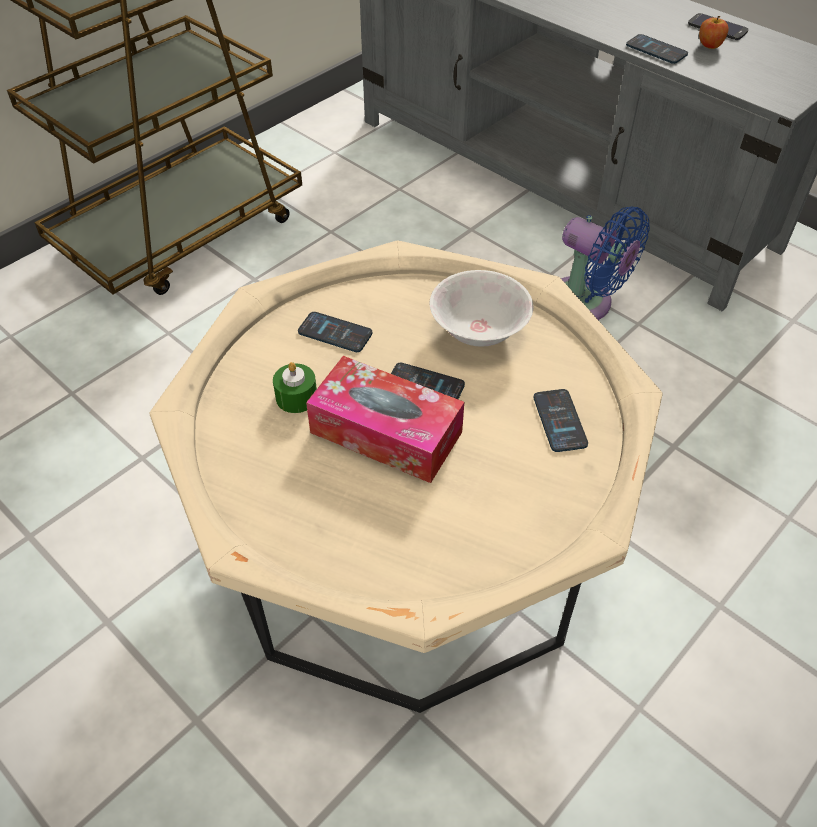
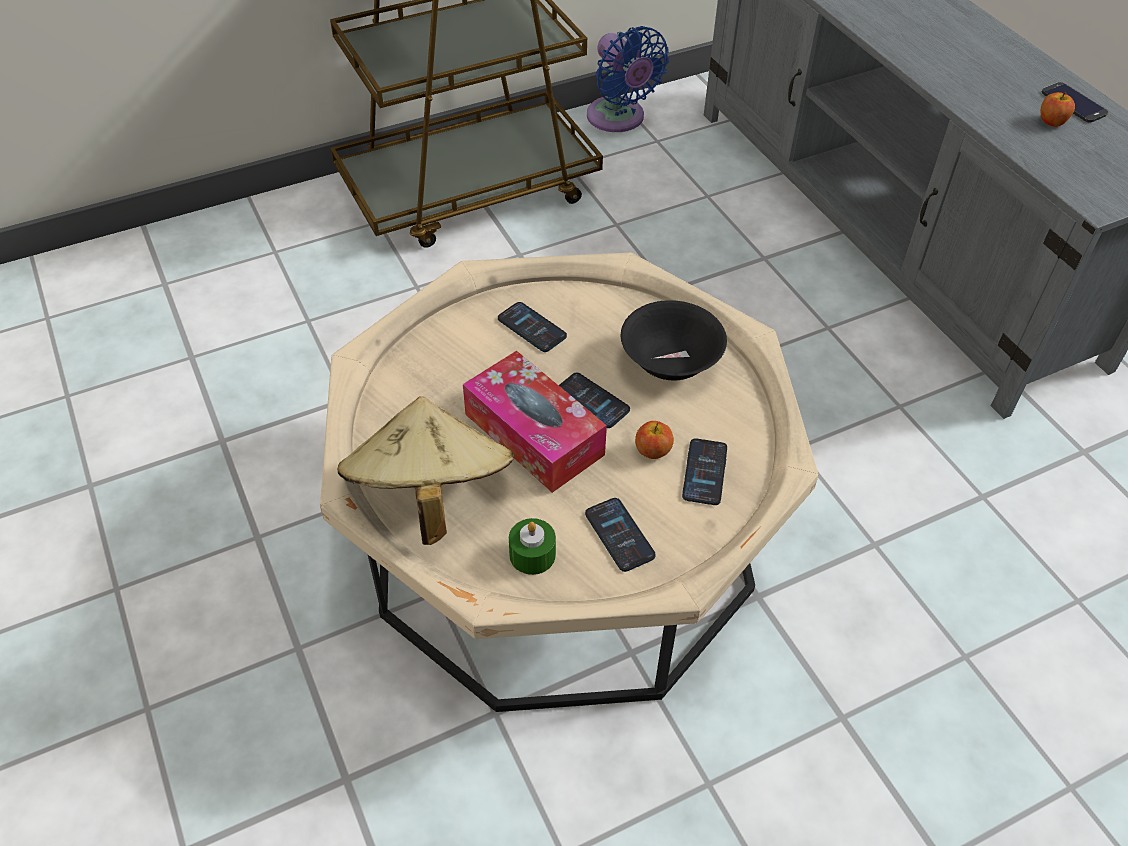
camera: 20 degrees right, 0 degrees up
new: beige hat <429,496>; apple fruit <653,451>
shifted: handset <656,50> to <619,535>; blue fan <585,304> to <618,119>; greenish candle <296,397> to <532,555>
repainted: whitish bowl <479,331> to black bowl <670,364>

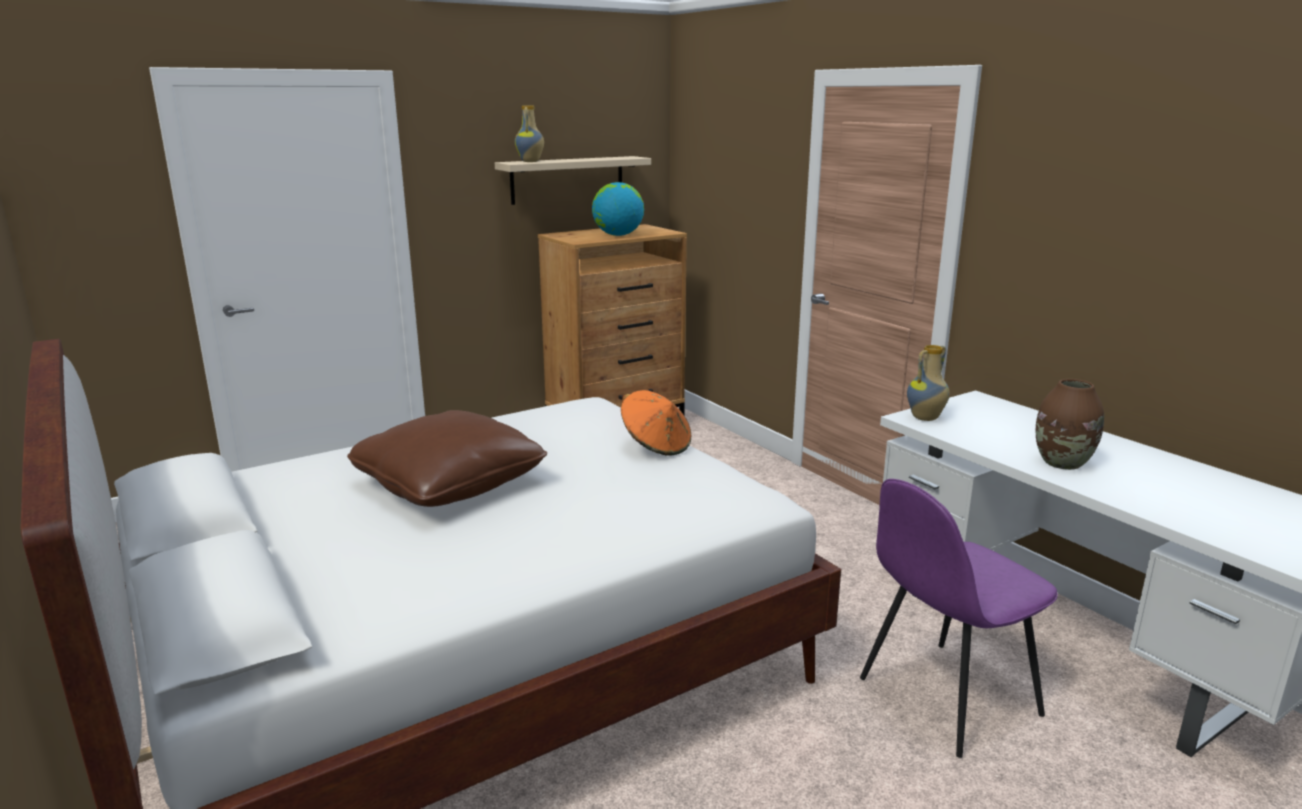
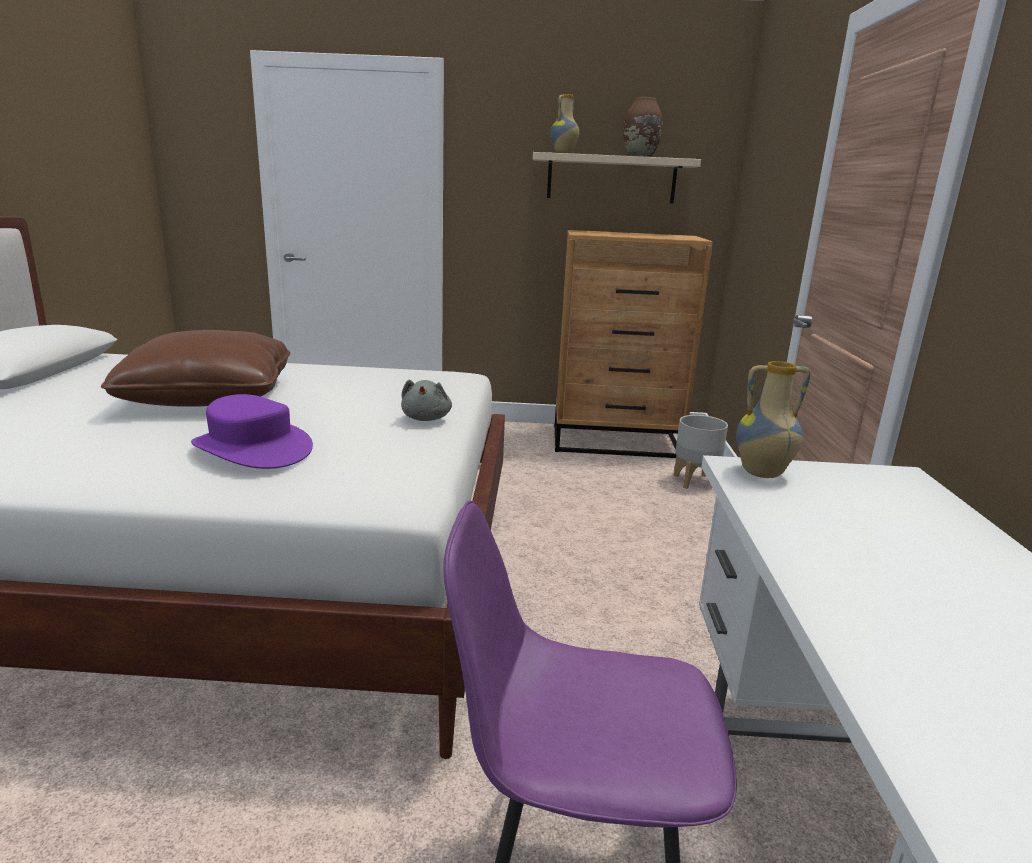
camera: 35 degrees right, 0 degrees up
gone: desk globe <618,235>
new: purple hat <251,448>; grey planter <695,481>
shifted: brown-coloured decorative vase <1062,463> to <639,156>
swapped: orange hat <656,445> to grey soft toy <426,418>

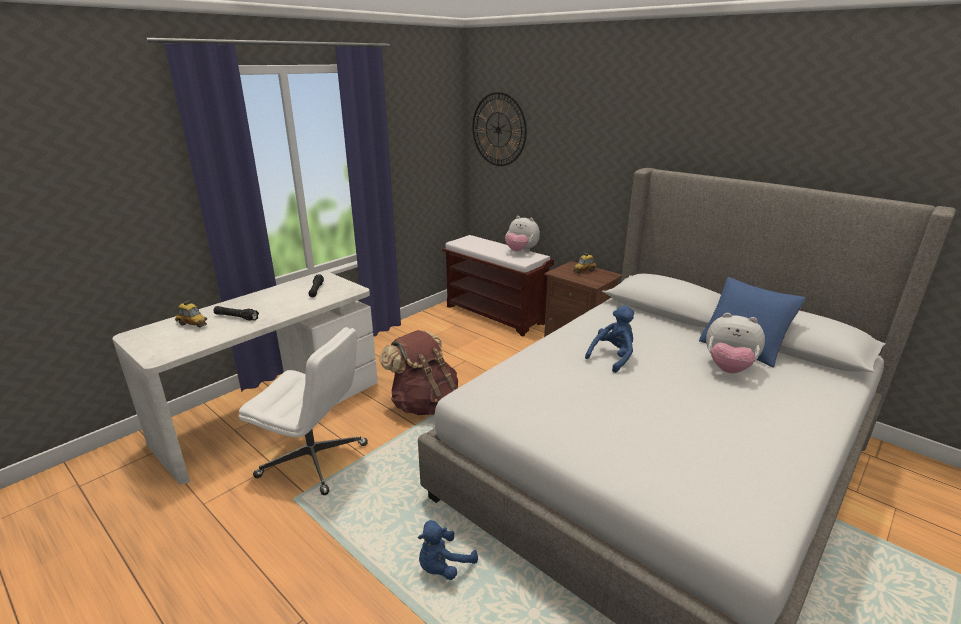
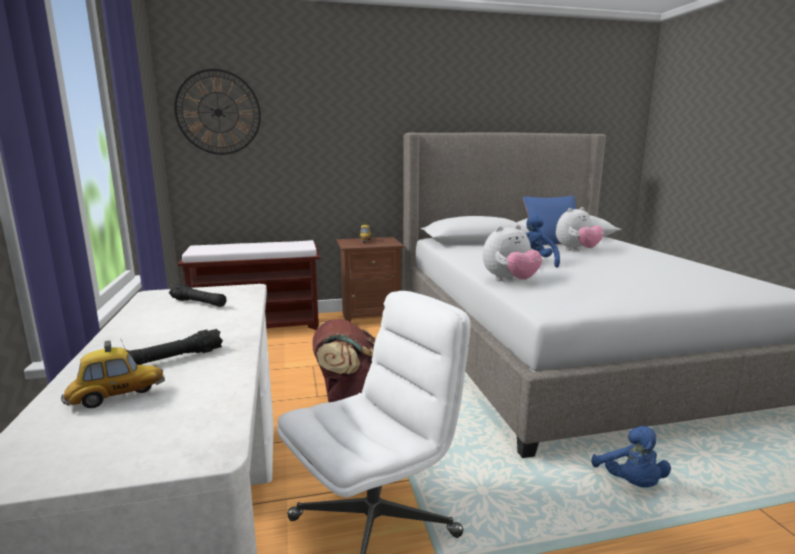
camera: 55 degrees left, 10 degrees down
shifted: soft toy <521,251> to <510,281>

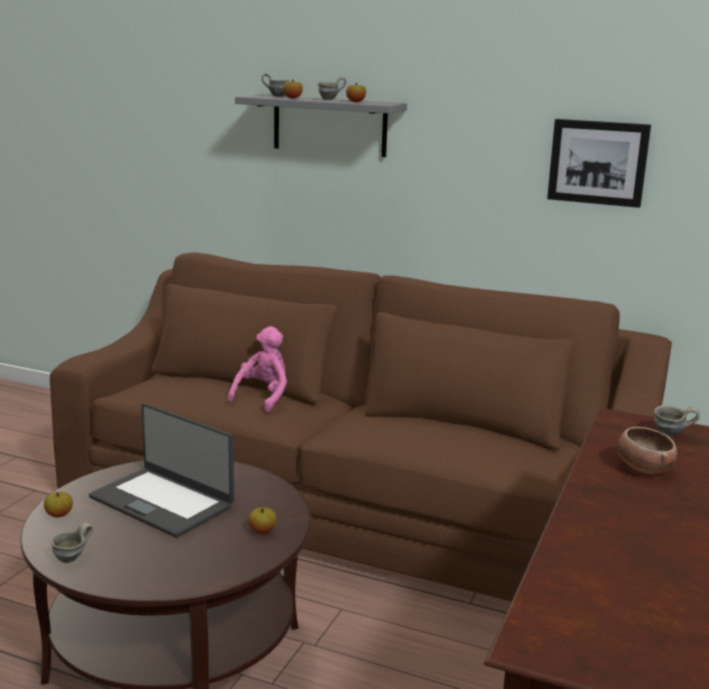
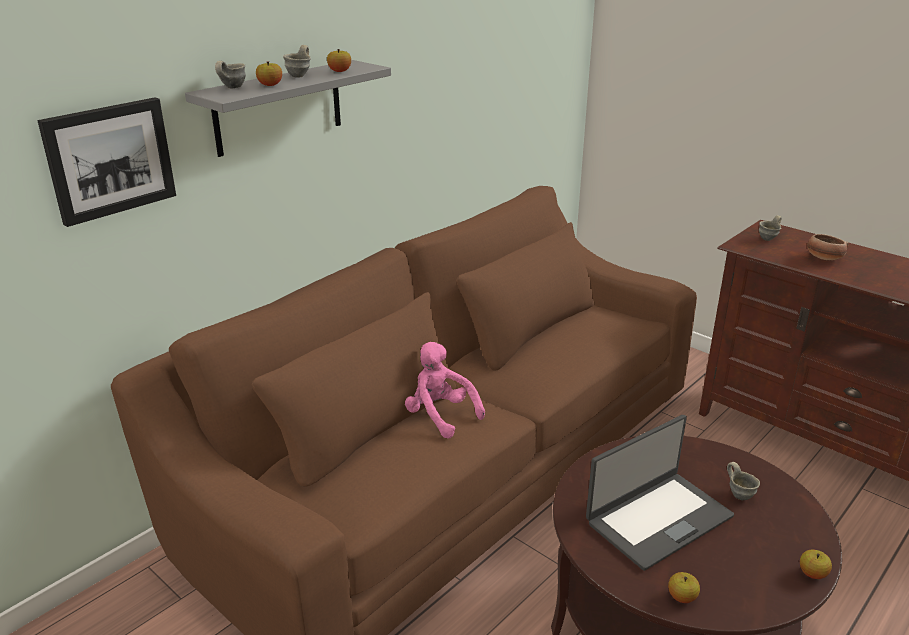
camera: 70 degrees left, 10 degrees up
shifted: wall art <598,162> to <109,159>; apple fruit <262,531> to <812,574>; grey mug <73,559> to <740,494>

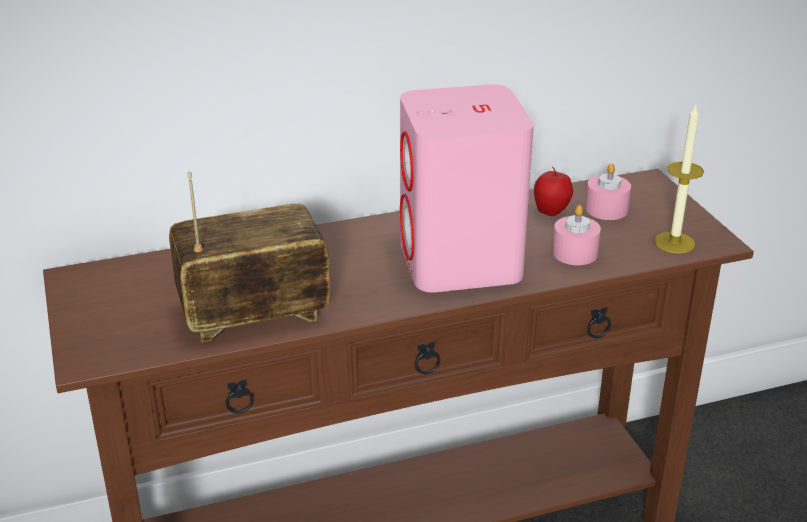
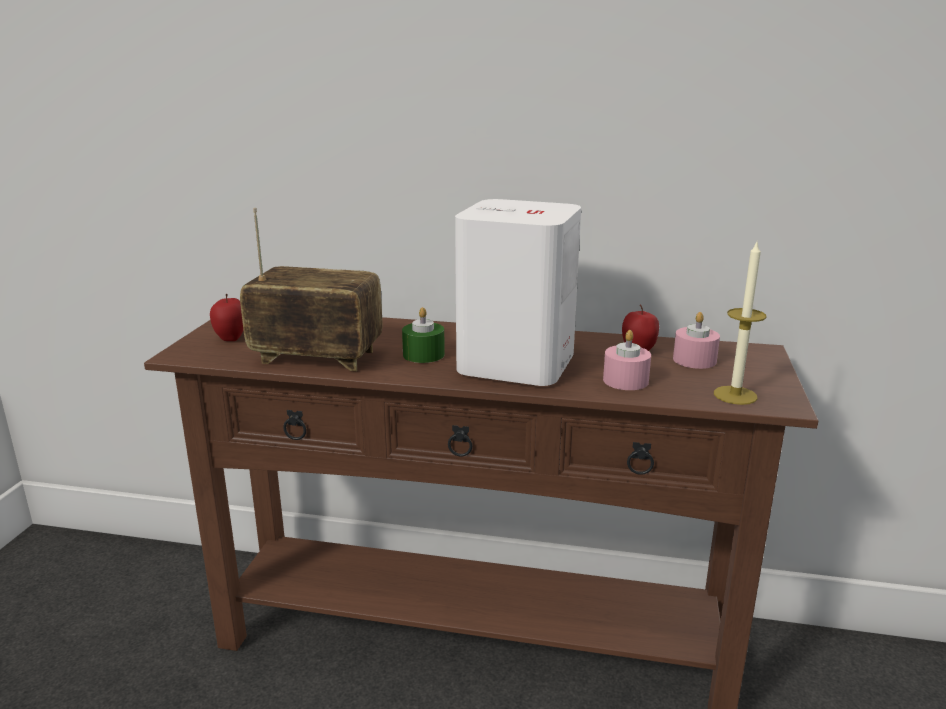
camera: 30 degrees right, 10 degrees down
new: apple fruit <231,338>; greenish candle <423,354>
repainted: pinkish audio speaker <460,262> to whitish audio speaker <515,364>

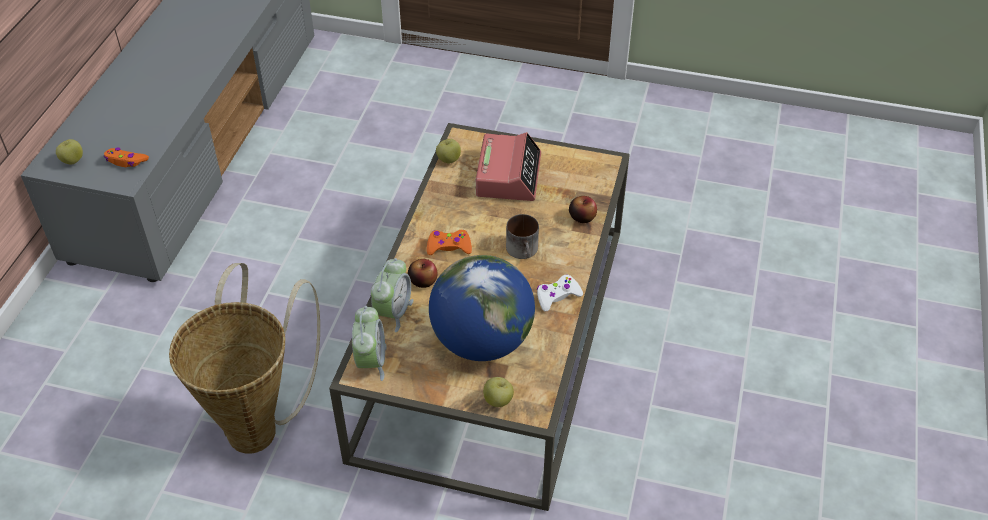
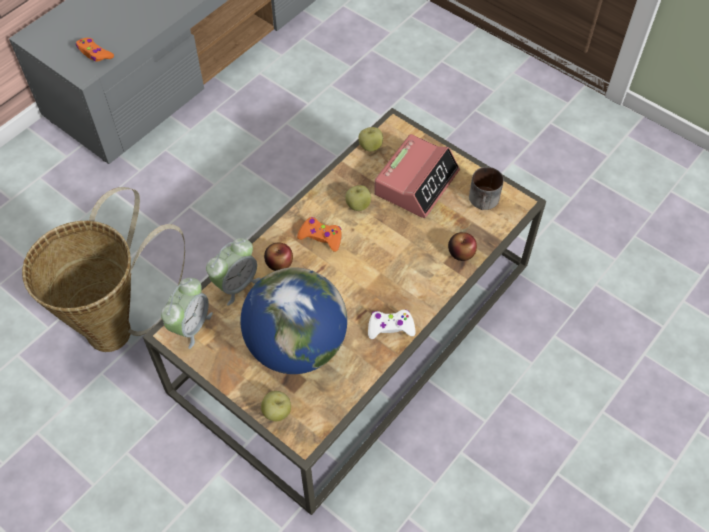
camera: 25 degrees right, 10 degrees up
shifted: apple fruit <72,161> to <358,205>; mug <524,250> to <484,201>

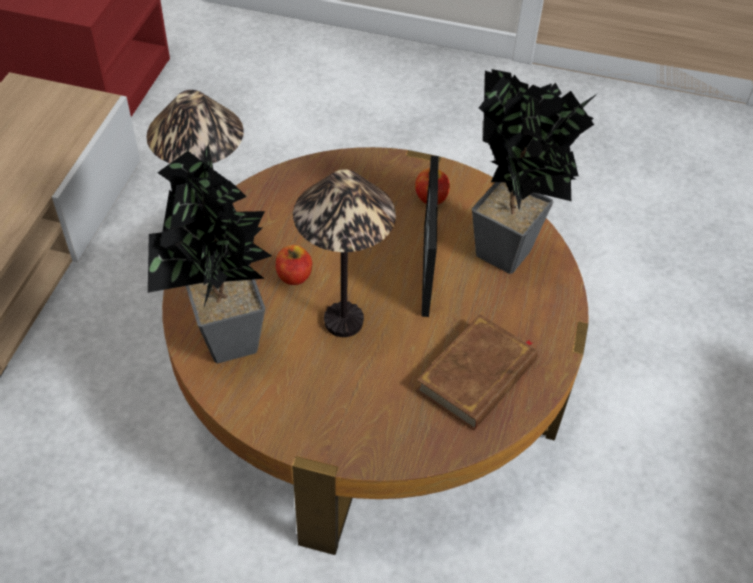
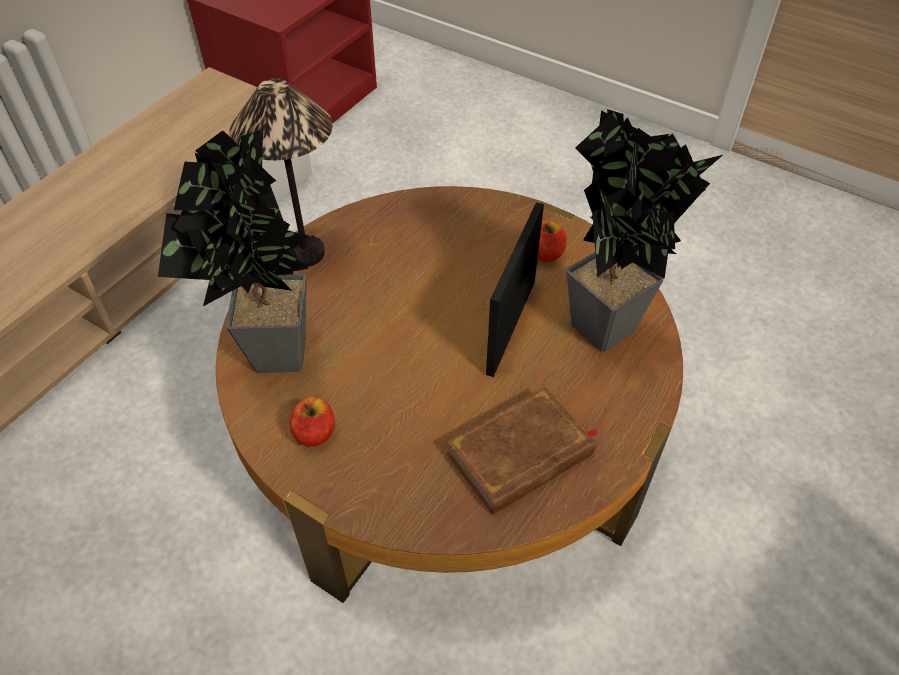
camera: 20 degrees right, 0 degrees up
gone: tabletop lamp <344,321>
shifted: apple fruit <294,276> to <315,433>

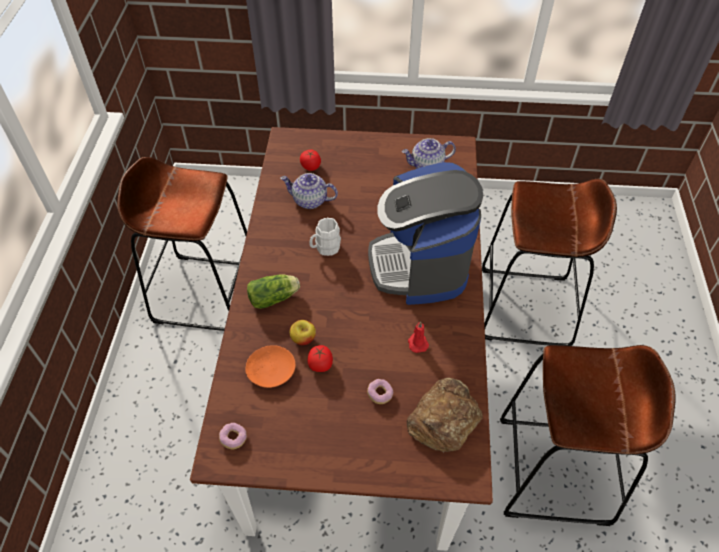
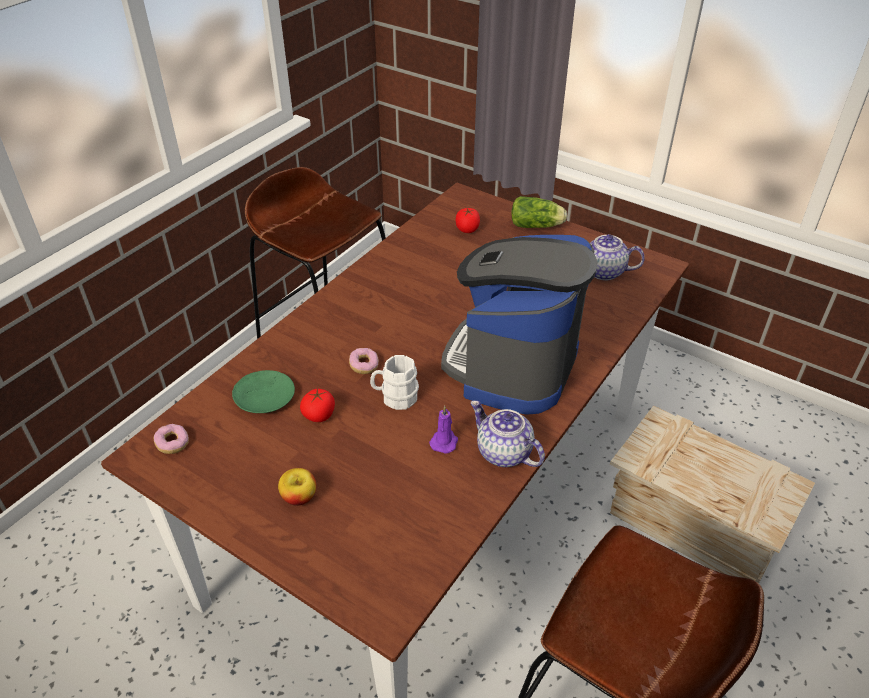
camera: 30 degrees right, 10 degrees down
gone: bread <443,419>
shifted: teapot <309,201> to <503,452>; whitish mug <325,248> to <395,398>; lettuce head <275,297> to <537,226>; apple fruit <303,339> to <299,497>; ring doughnut <380,394> to <364,366>
swapped: brown-coloured stool <524,308> to packing crate <692,523>
repainted: red-coloured candle <417,343> to purple candle <444,441>; orange flat dish <270,369> to greenish flat dish <264,397>

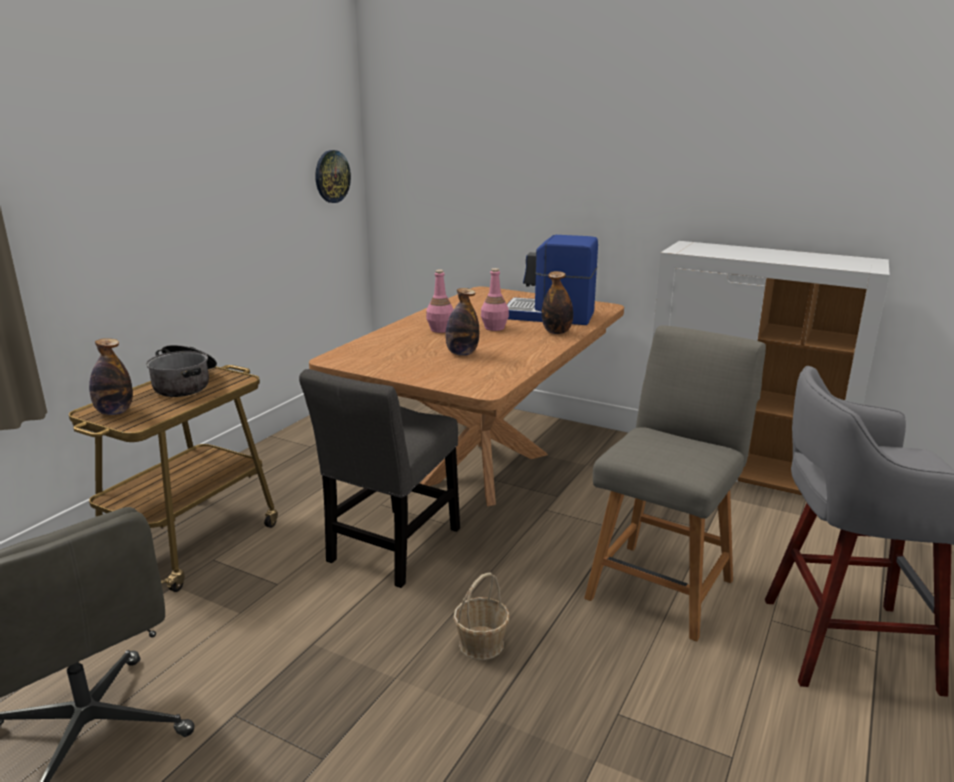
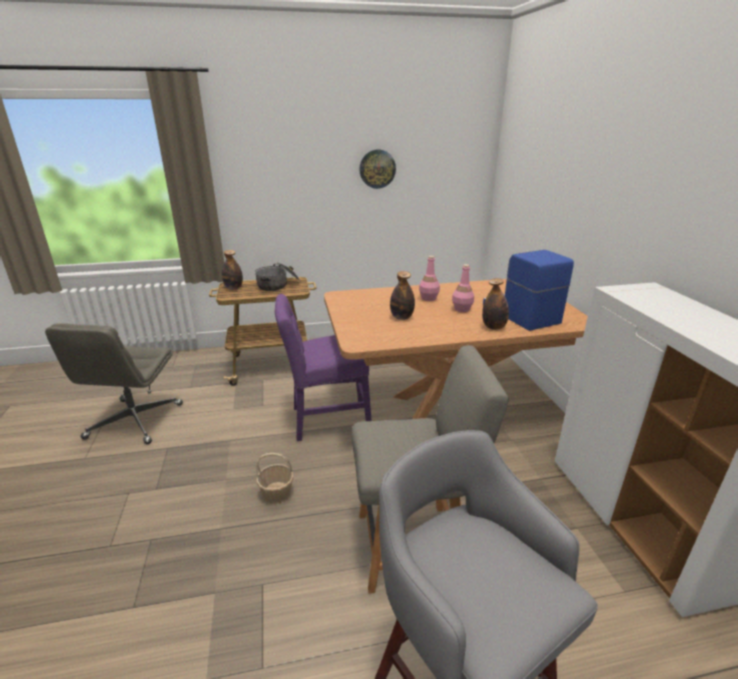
camera: 50 degrees right, 5 degrees up
shifted: clock on the wall <332,176> to <377,169>
repainted: grey plain chair <392,549> to purple plain chair <326,420>

